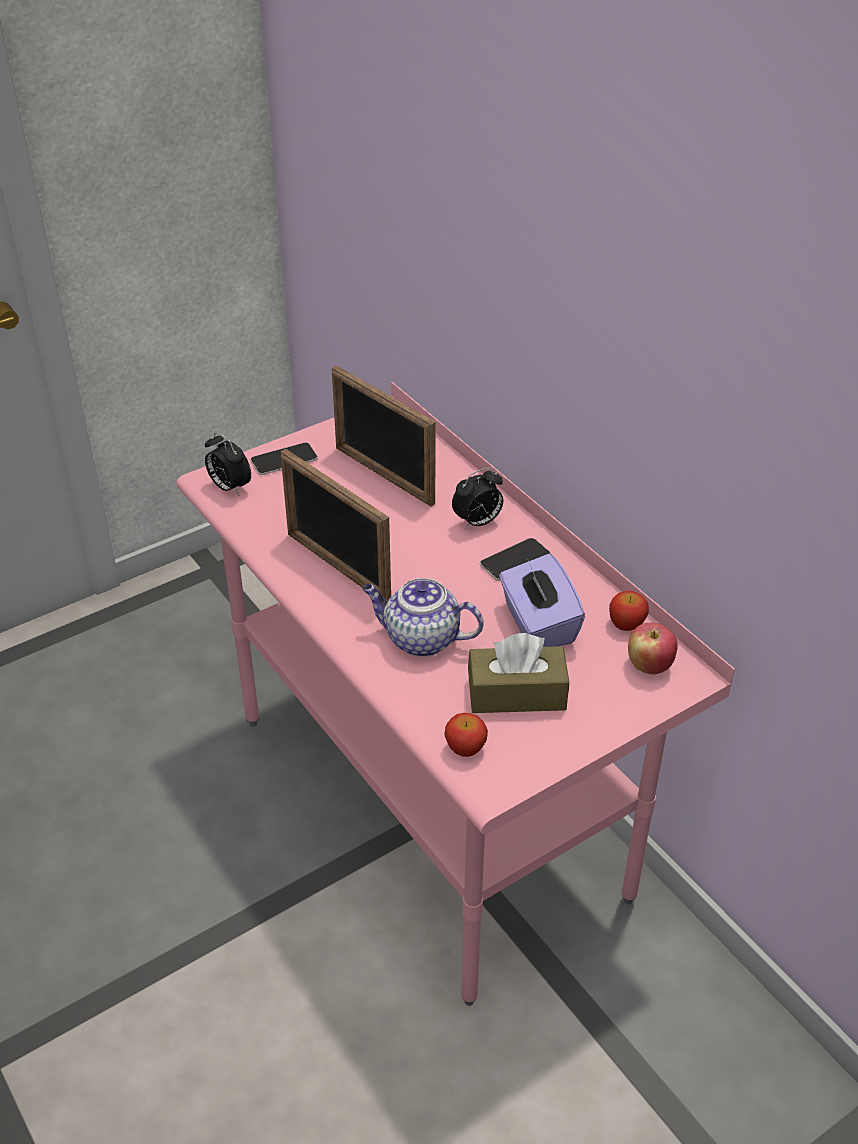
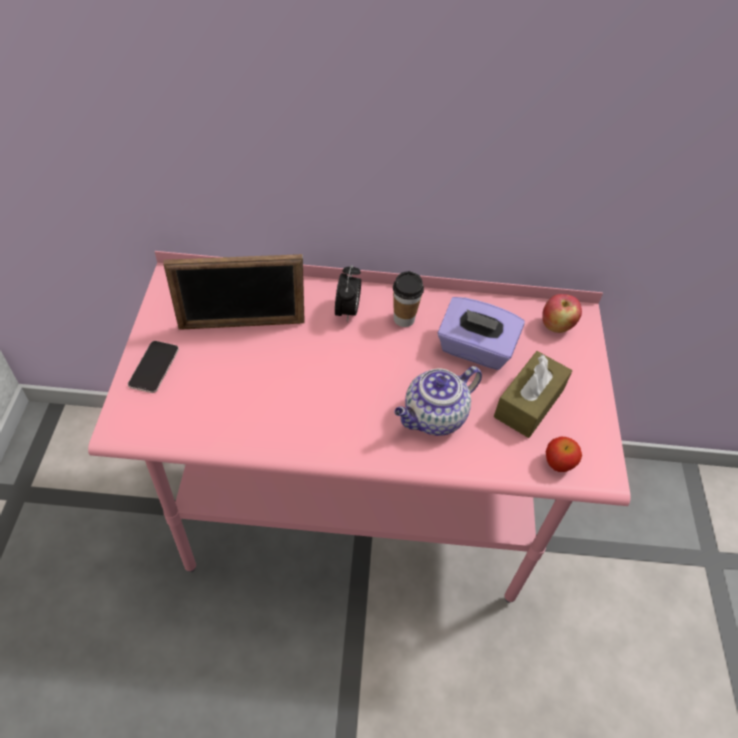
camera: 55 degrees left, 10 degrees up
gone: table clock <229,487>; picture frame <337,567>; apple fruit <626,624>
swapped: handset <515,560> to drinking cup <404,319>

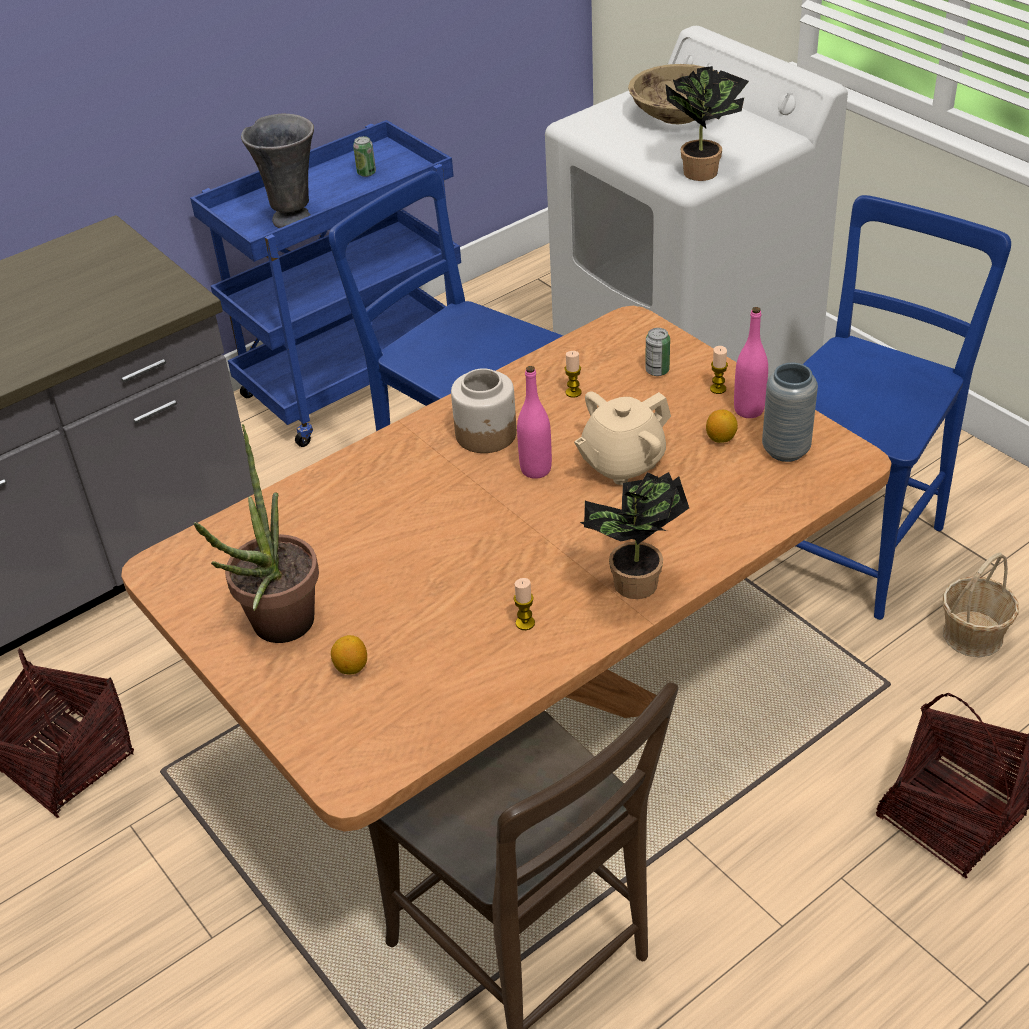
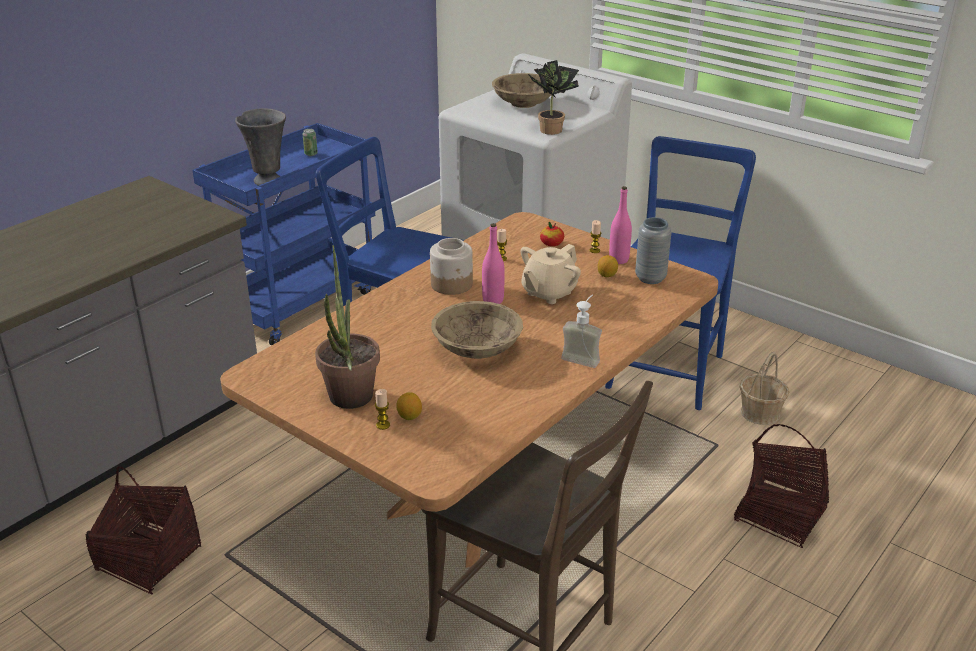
camera: 15 degrees left, 10 degrees down
new: beige bowl <477,349>
shifted: candle <525,623> to <383,425>
swapped: sealed can <657,371> to apple fruit <551,244>; potted plant <634,588> to soap dispenser <583,356>

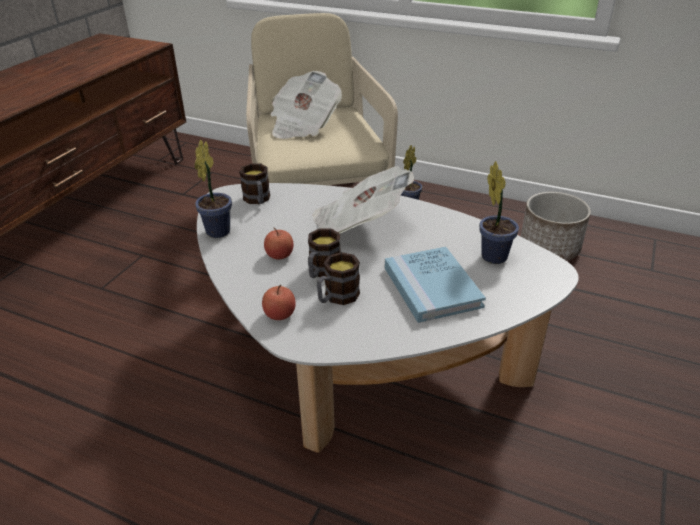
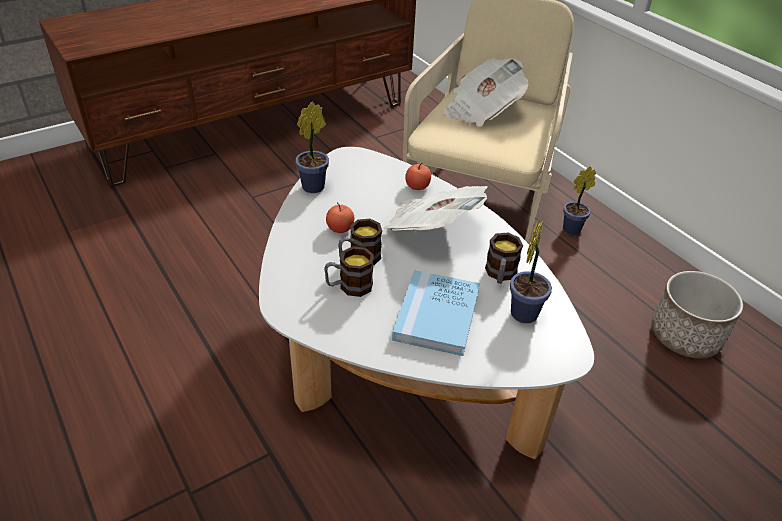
camera: 30 degrees right, 5 degrees up
shifted: mug <258,200> to <500,275>; apple fruit <280,314> to <417,186>

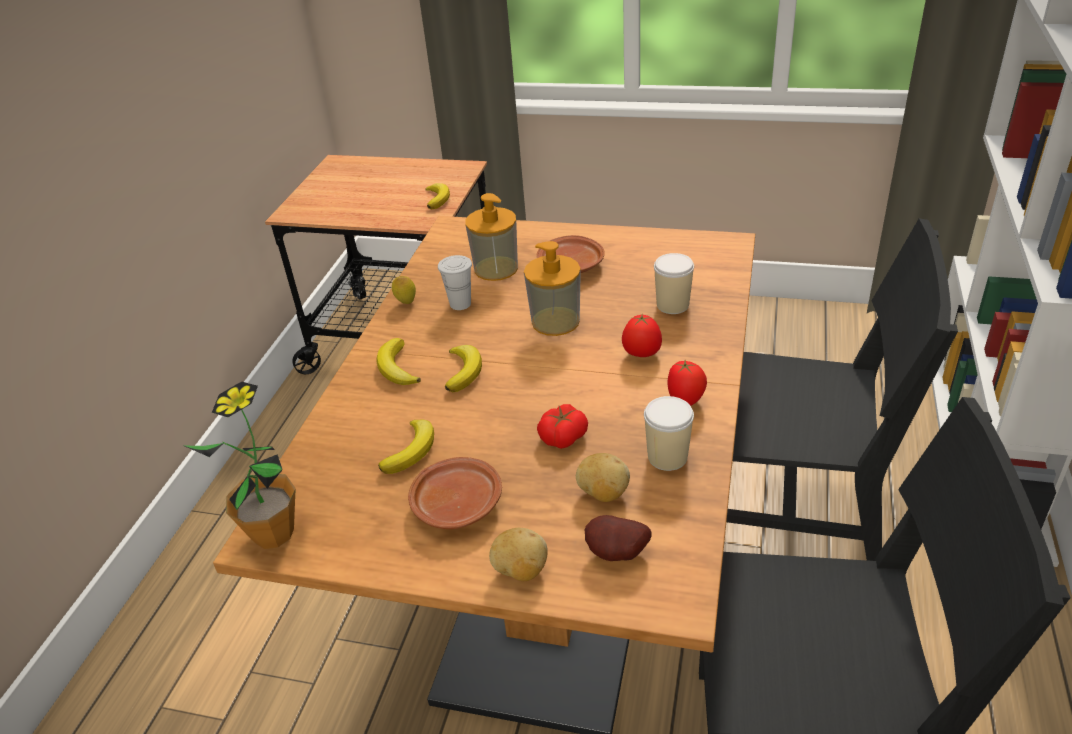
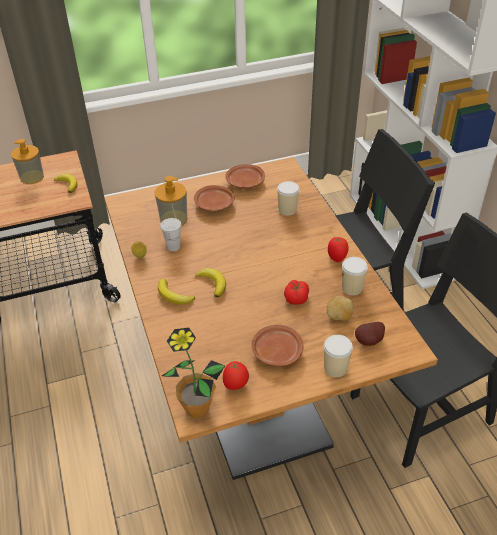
camera: 35 degrees left, 5 degrees up
gone: banana <411,450>
new: brown-coloured flat dish <245,182>
shifted: soap dispenser <555,321> to <32,177>; tomato <641,354> to <236,385>
swapped: whole potato <520,570> to drinking cup <335,368>

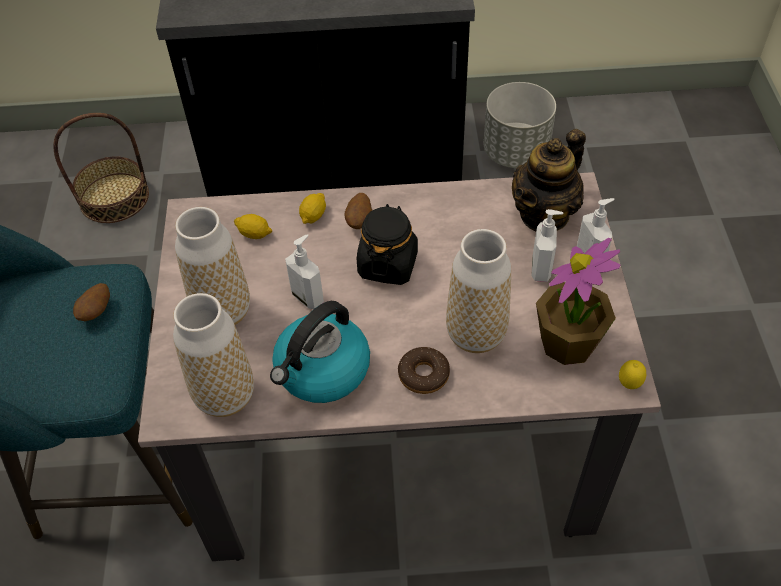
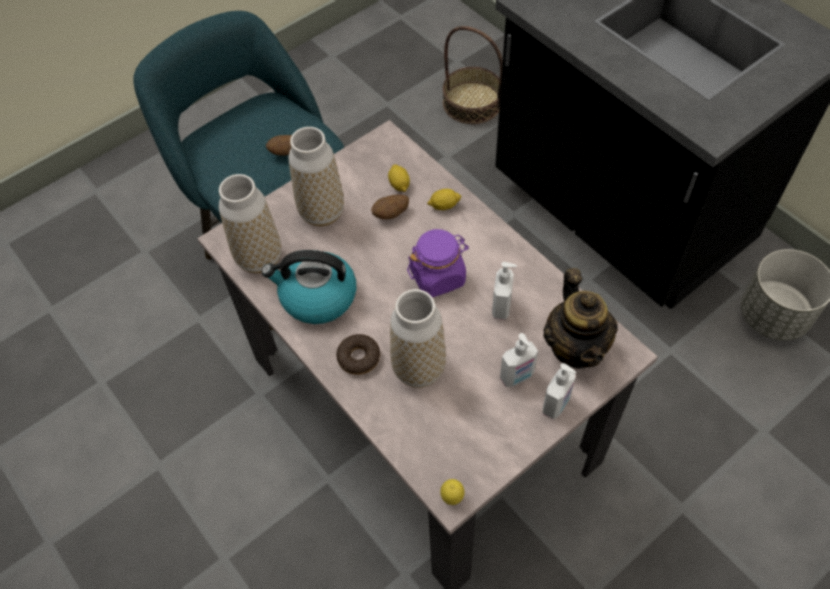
camera: 55 degrees right, 5 degrees up
gone: potted plant <568,343>
shifted: whole potato <359,221> to <391,214>; soap dispenser <308,297> to <502,307>
repainted: black jar <388,264> to purple jar <438,276>
rotated: teapot <544,214> = <576,347> 105 degrees counterclockwise

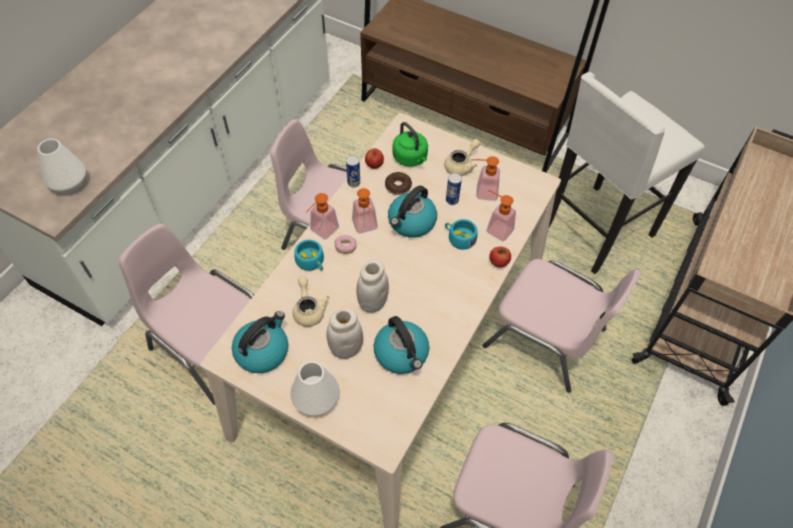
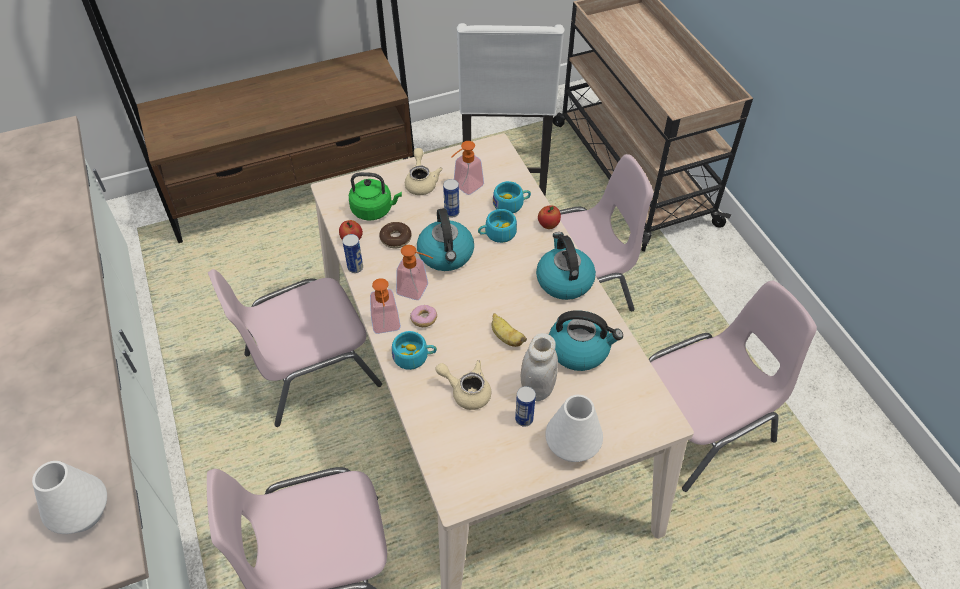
camera: 50 degrees left, 5 degrees down
new: sealed can <524,419>
shifted: kettle <262,351> to <563,280>
swapped: soap dispenser <495,228> to turquoise drinking cup <511,204>; whitish jar <372,303> to banana <506,337>

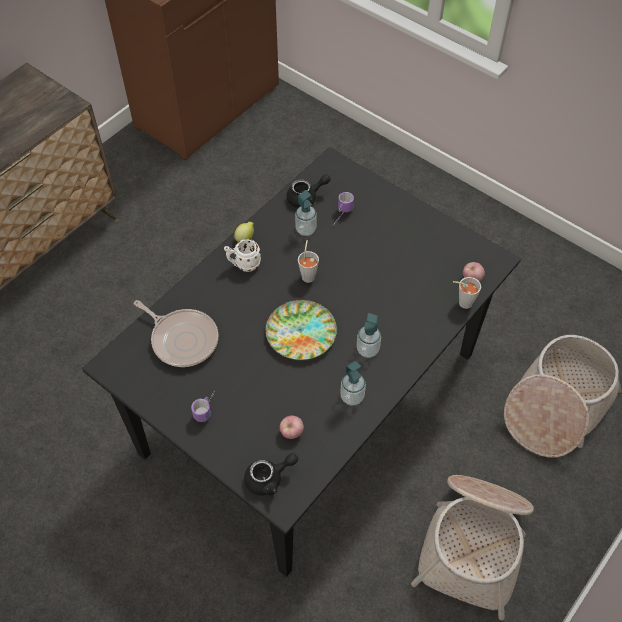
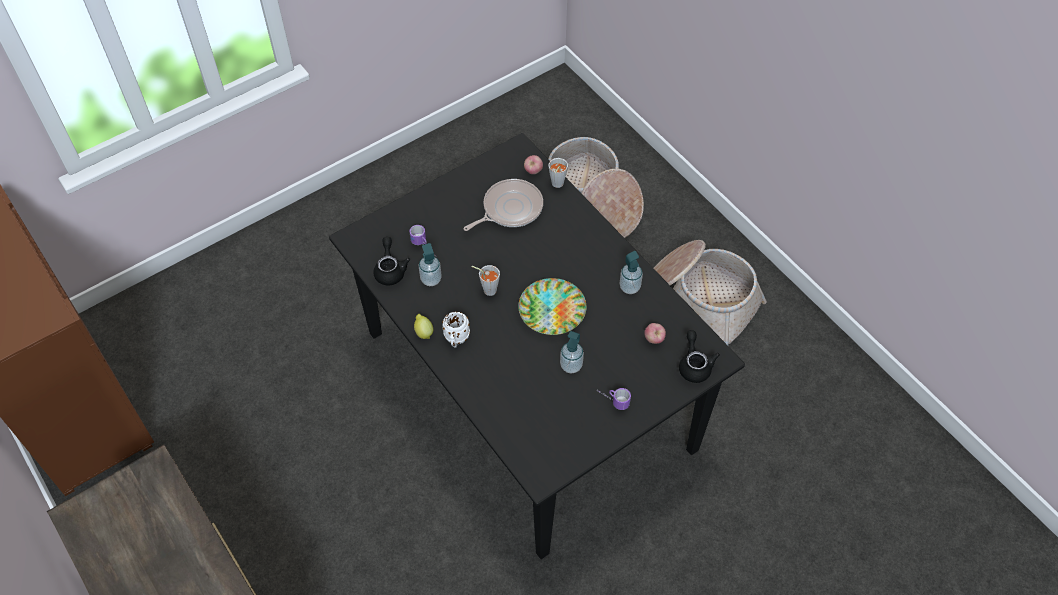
camera: 75 degrees left, 0 degrees up
shifted: frying pan <182,339> to <509,209>; soap dispenser <367,350> to <571,365>

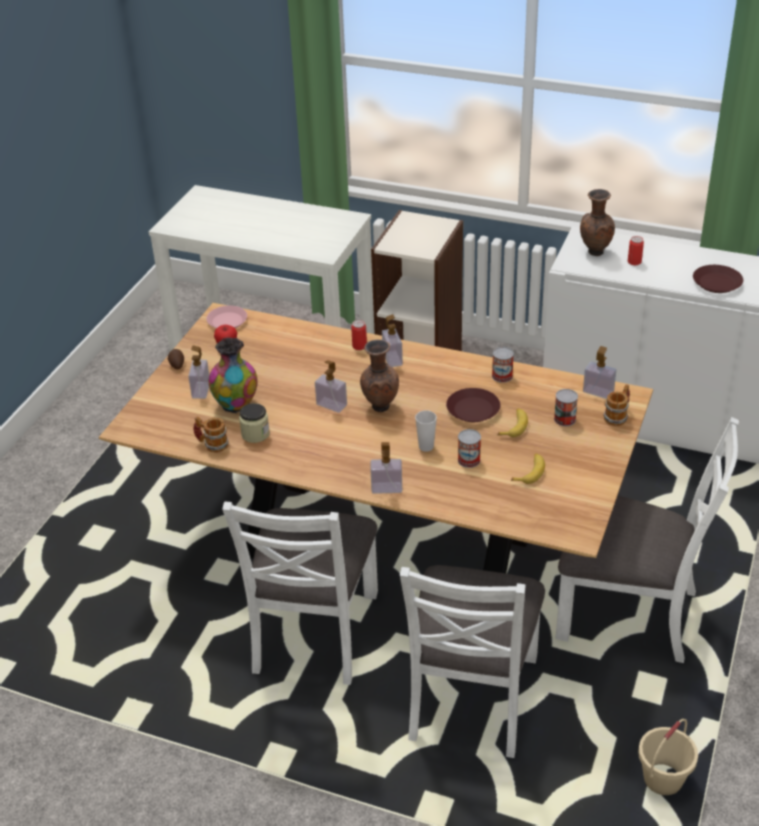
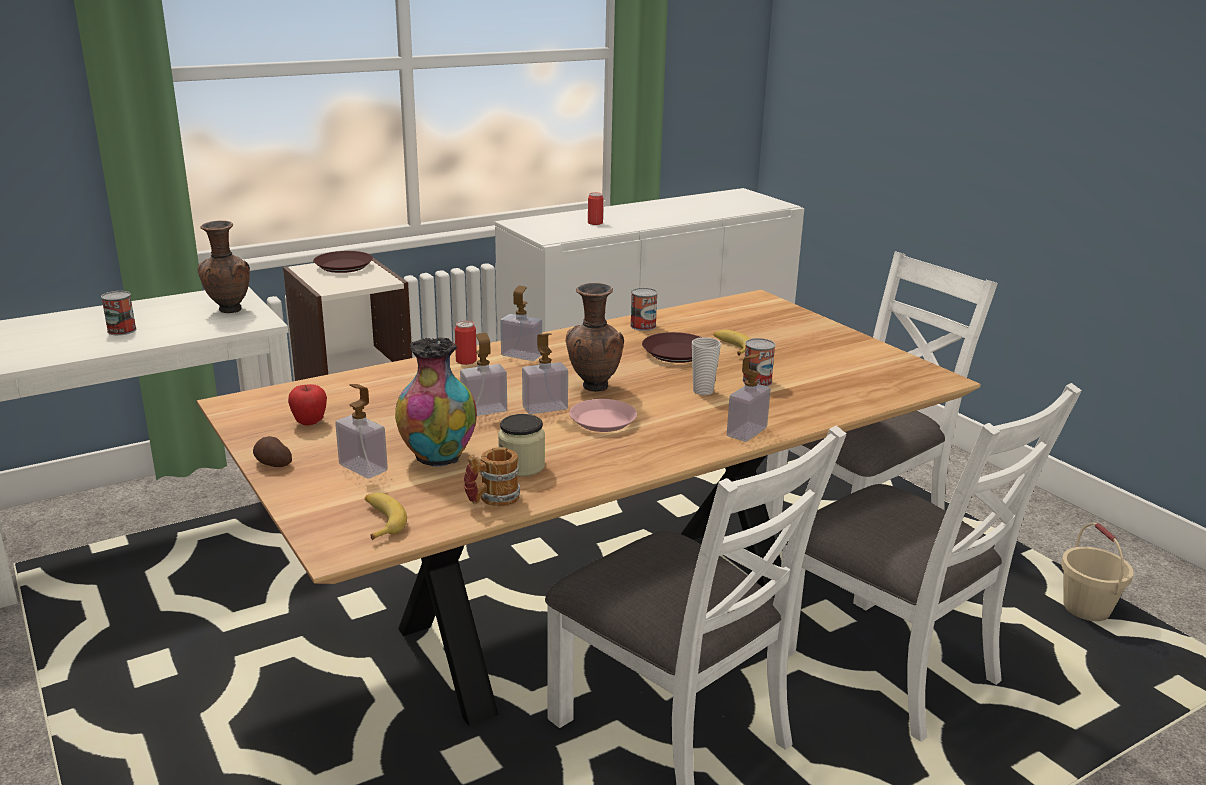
camera: 55 degrees left, 15 degrees down
gone: mug <618,416>
shifted: brown-coloured decorative vase <594,252> to <228,310>; brown-coloured flat dish <717,283> to <344,266>; pinkish flat dish <227,321> to <603,420>; soap dispenser <598,392> to <484,410>; sealed can <564,419> to <122,330>; banana <530,472> to <381,521>

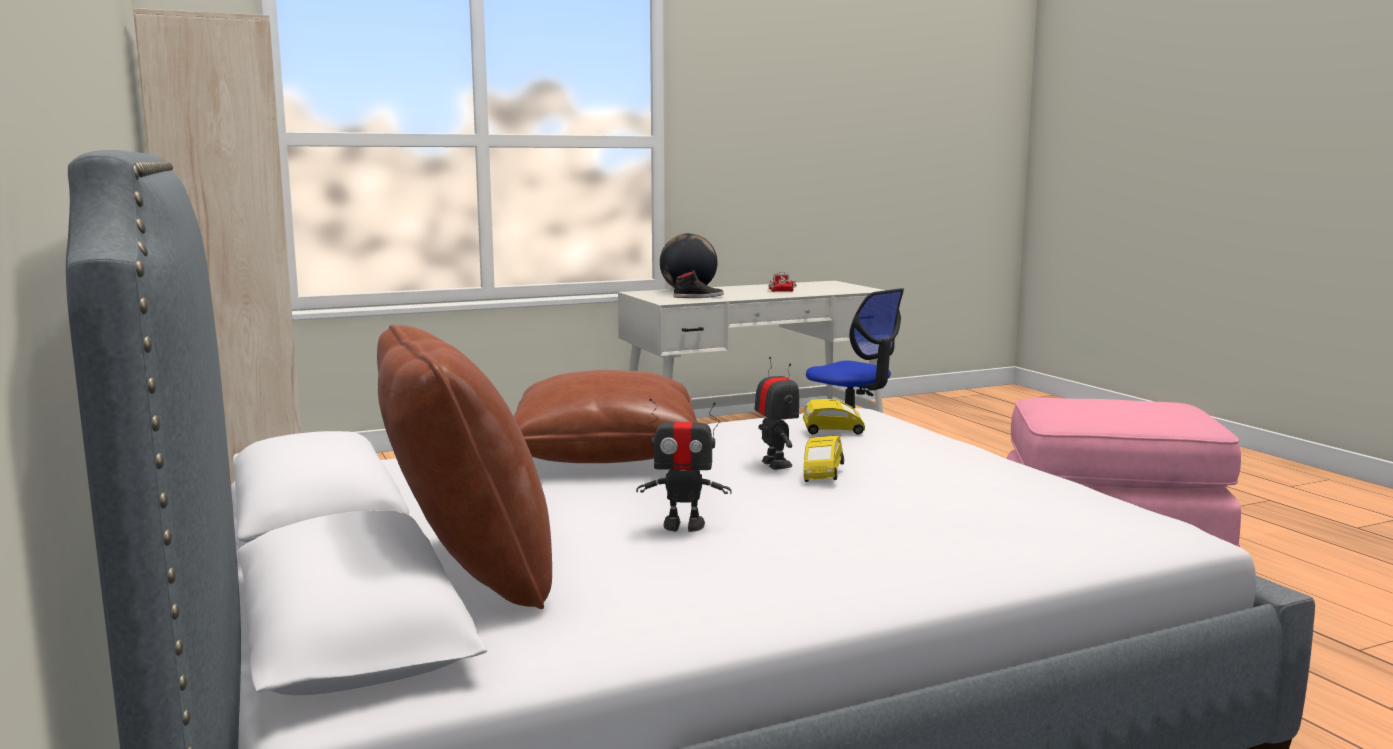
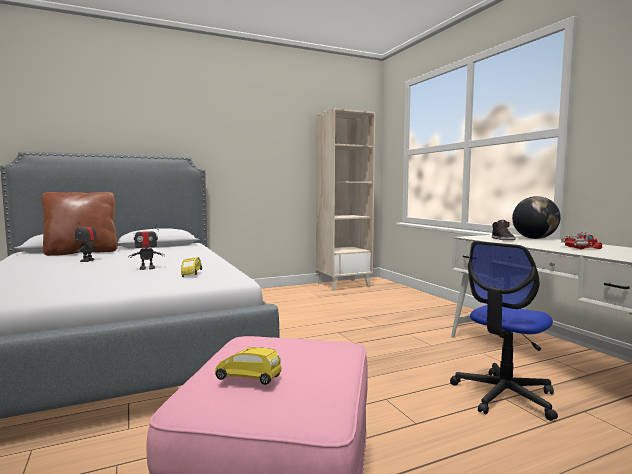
camera: 90 degrees right, 5 degrees down
gone: brown-coloured pillow <606,453>
shifted: yellow-coloured model car <822,475> to <249,379>

